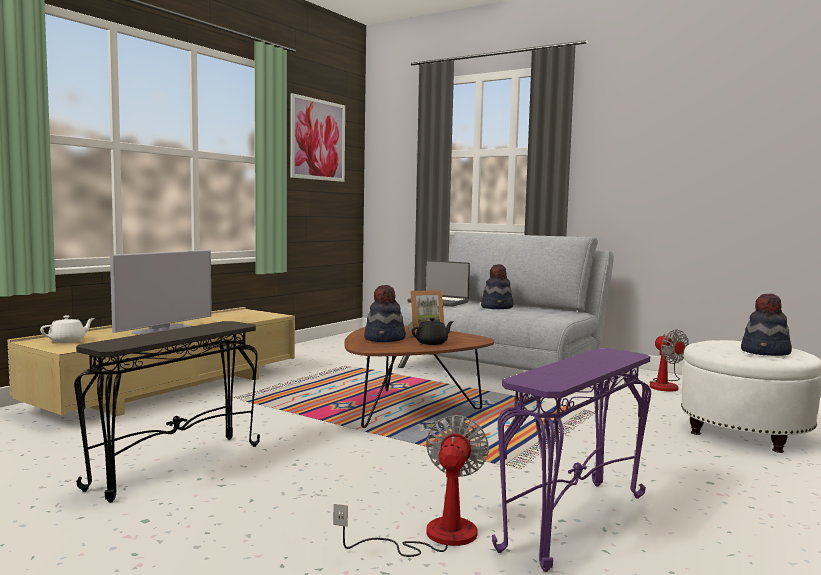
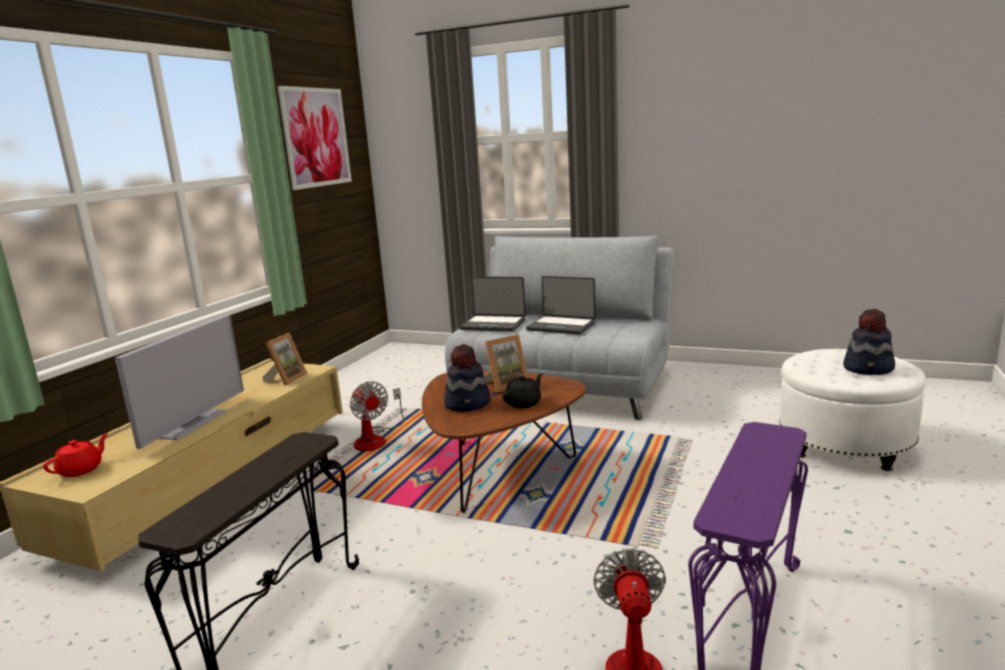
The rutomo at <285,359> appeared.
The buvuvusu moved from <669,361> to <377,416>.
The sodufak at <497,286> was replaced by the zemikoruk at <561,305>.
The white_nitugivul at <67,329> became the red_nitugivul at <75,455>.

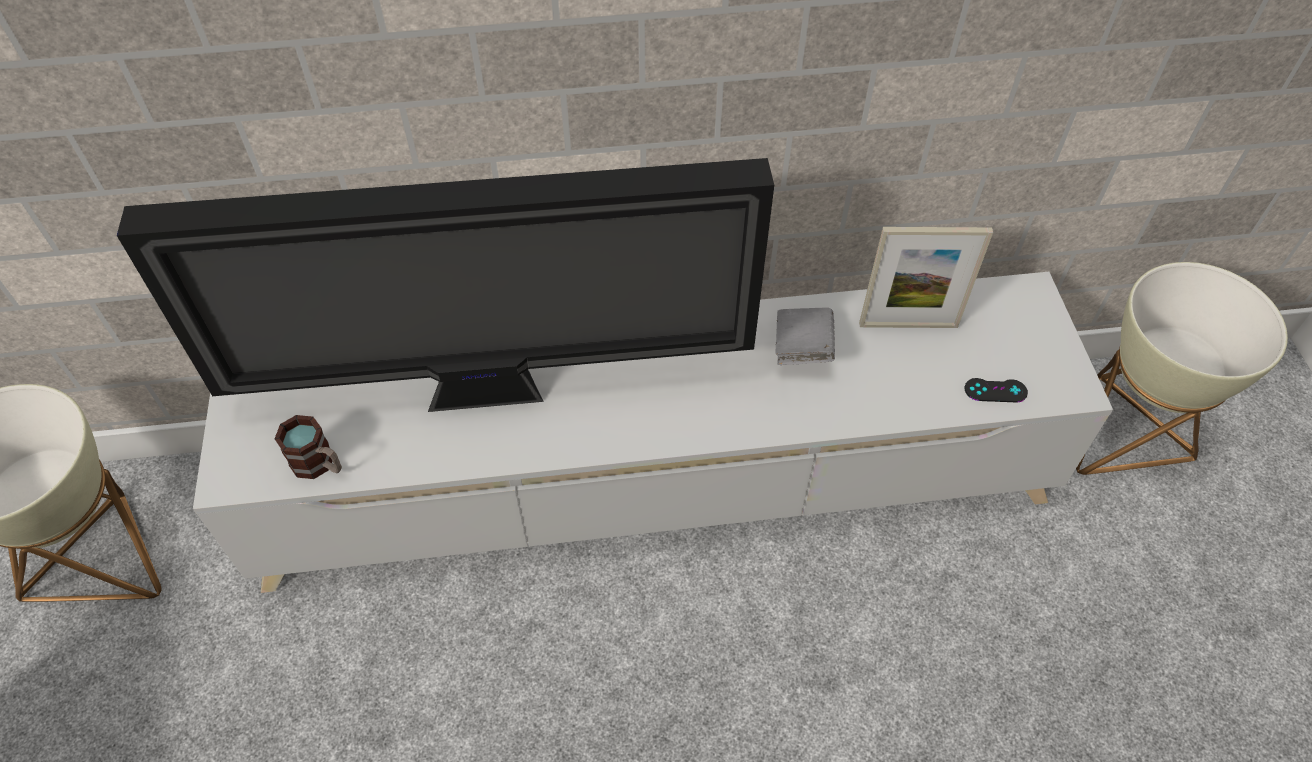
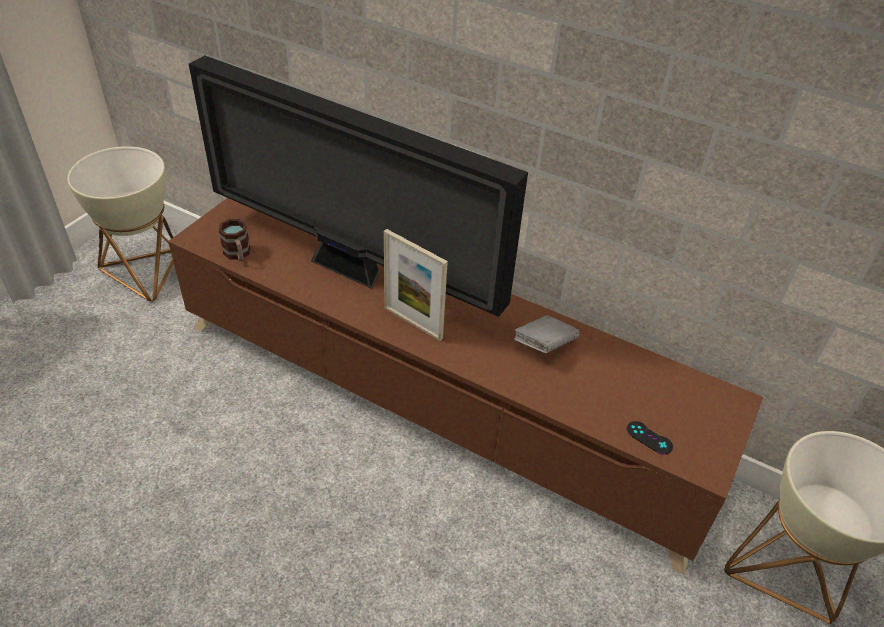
The rutomo moved from <926,277> to <416,285>.
The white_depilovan at <653,432> became the brown_depilovan at <465,386>.

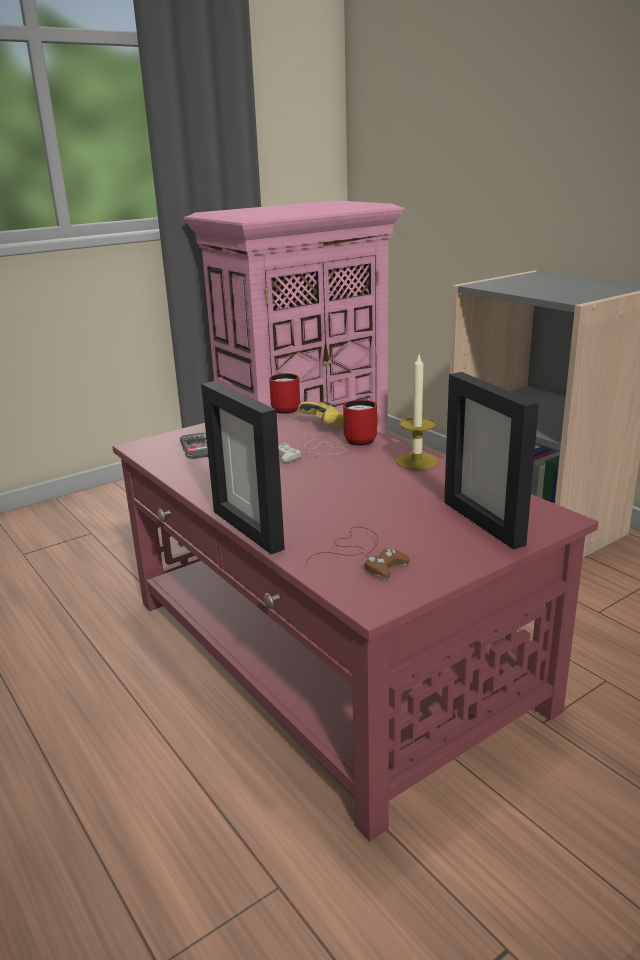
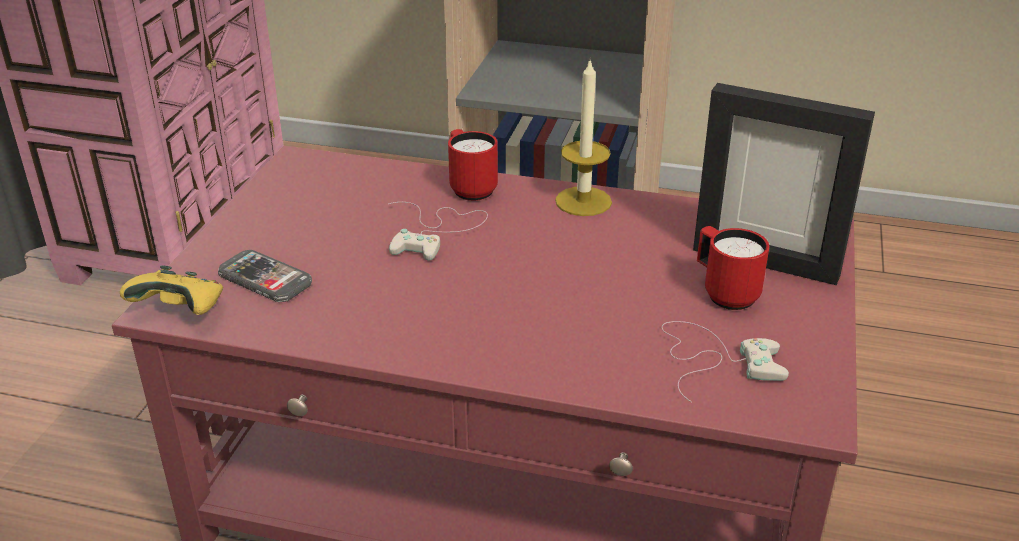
The rutomo at <243,467> disappeared.
The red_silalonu moved from <284,393> to <733,268>.
The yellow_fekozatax moved from <321,415> to <171,290>.
The brown_fekozatax at <358,552> became the white_fekozatax at <725,361>.

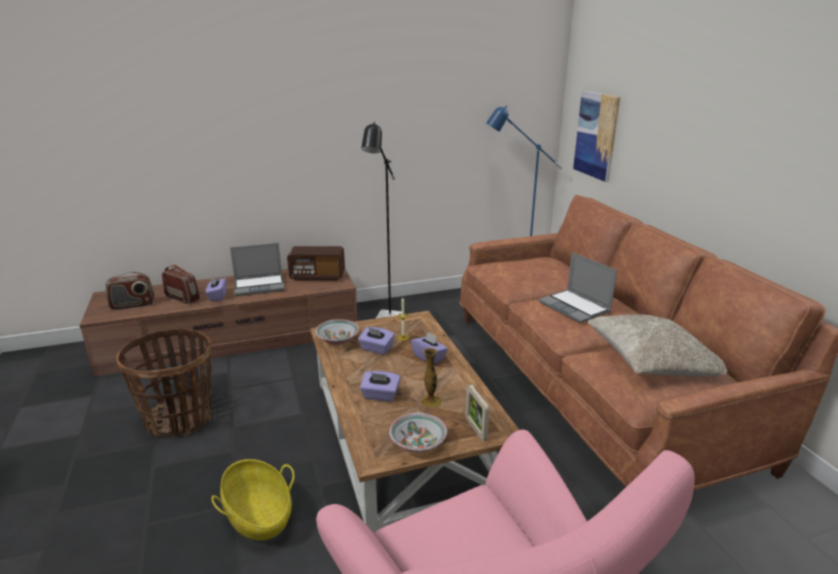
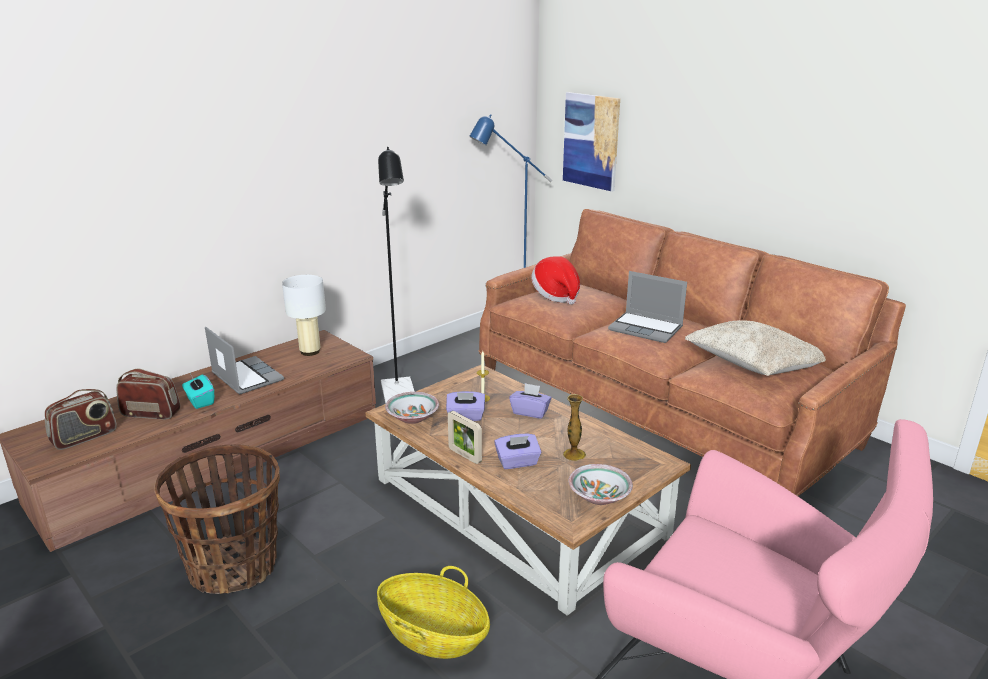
The sodufak at <555,280> appeared.
The rutomo moved from <477,412> to <465,437>.
The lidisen at <316,263> was replaced by the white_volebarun at <304,315>.
The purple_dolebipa at <216,288> became the turquoise_dolebipa at <198,392>.
The zemikoruk at <257,269> turned 90 degrees counterclockwise.

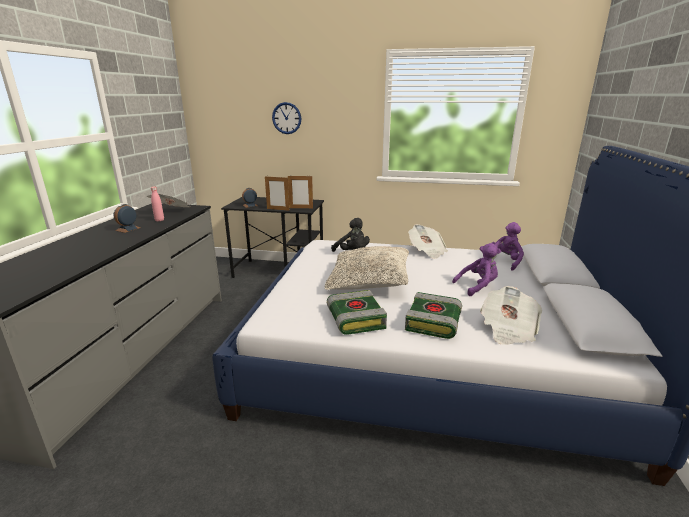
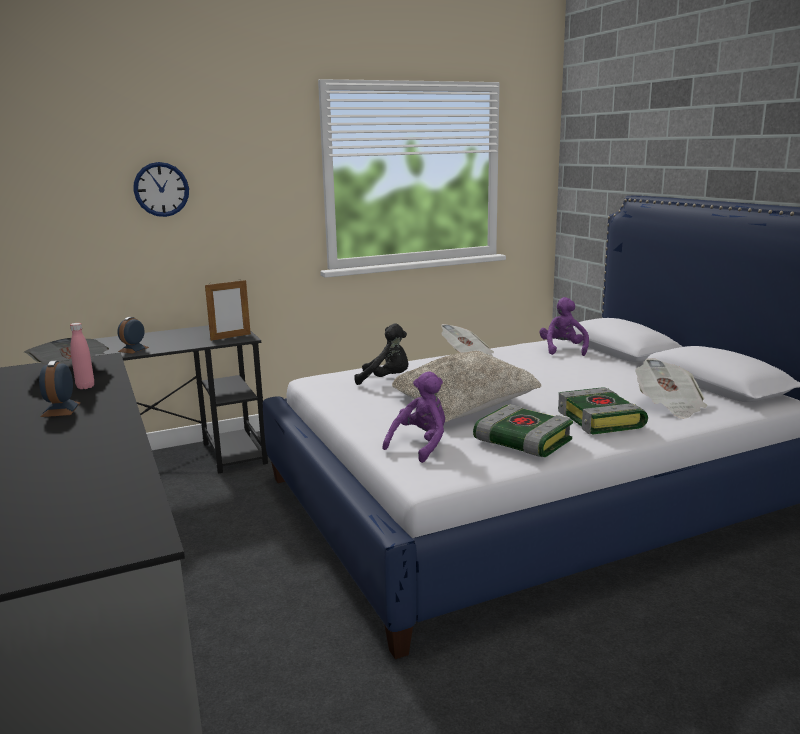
The rutomo at <277,193> disappeared.
The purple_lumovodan moved from <476,269> to <414,417>.

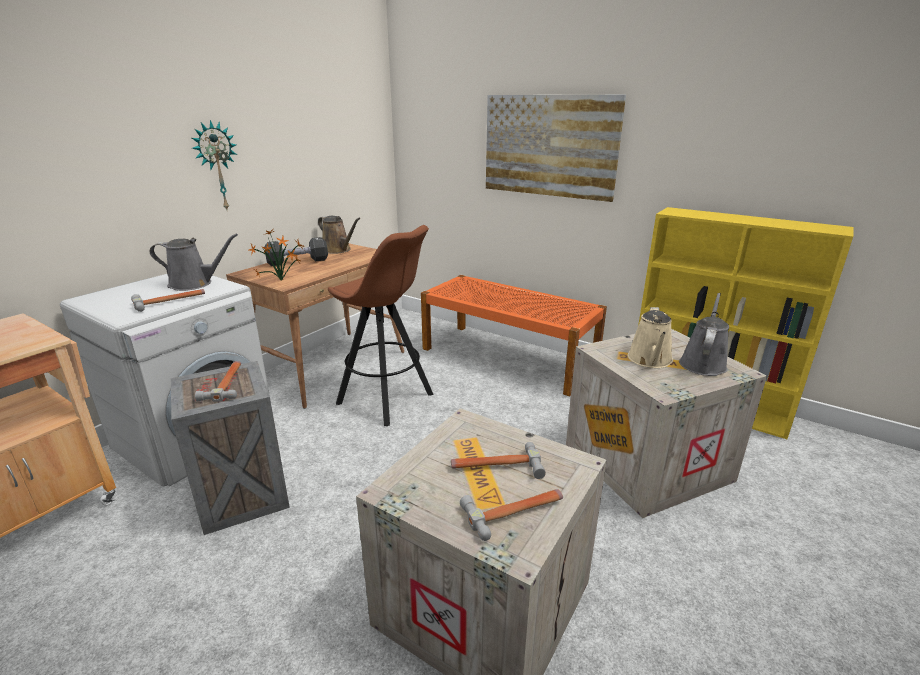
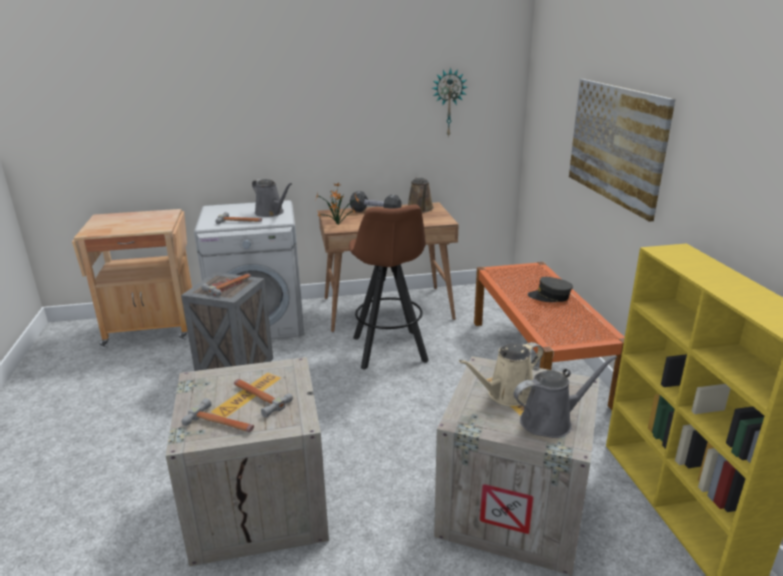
The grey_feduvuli at <550,289> appeared.
The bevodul moved from <214,164> to <450,103>.

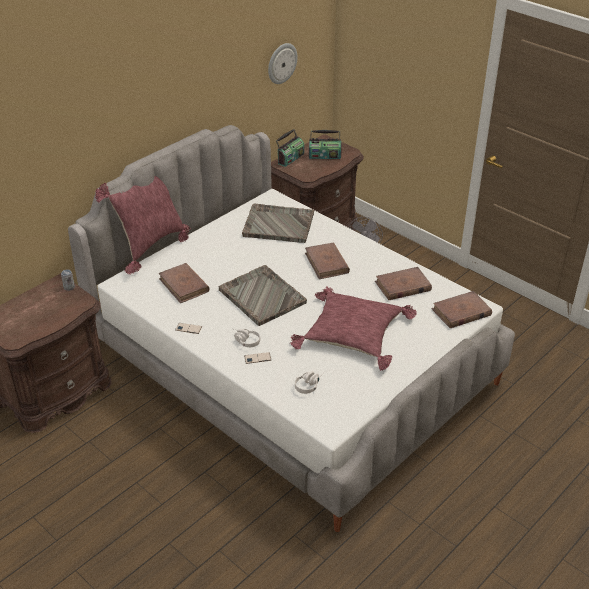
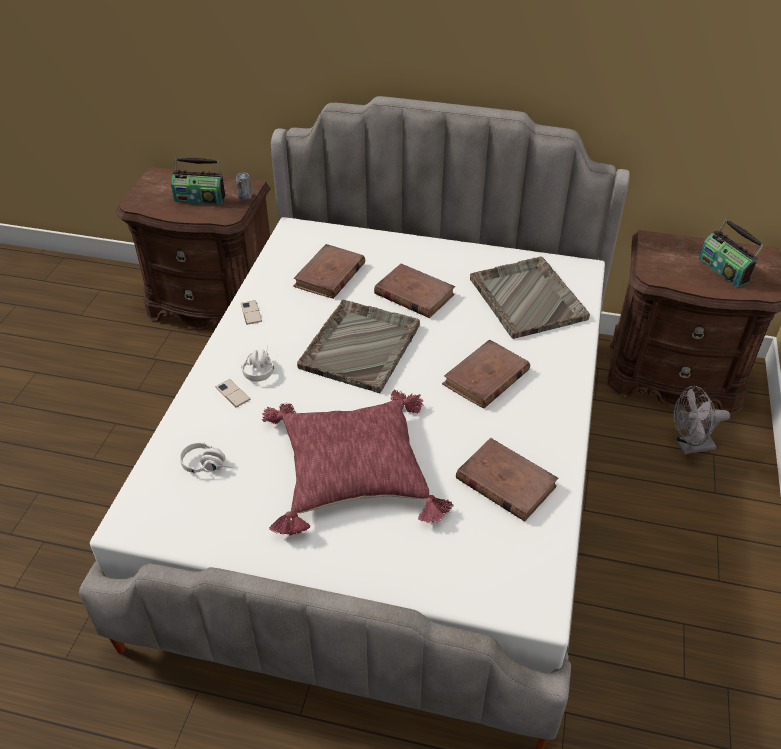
The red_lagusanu at <143,225> disappeared.
The bevodul at <283,63> disappeared.
The lidisen moved from <290,148> to <198,181>.
The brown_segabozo moved from <461,309> to <414,291>.

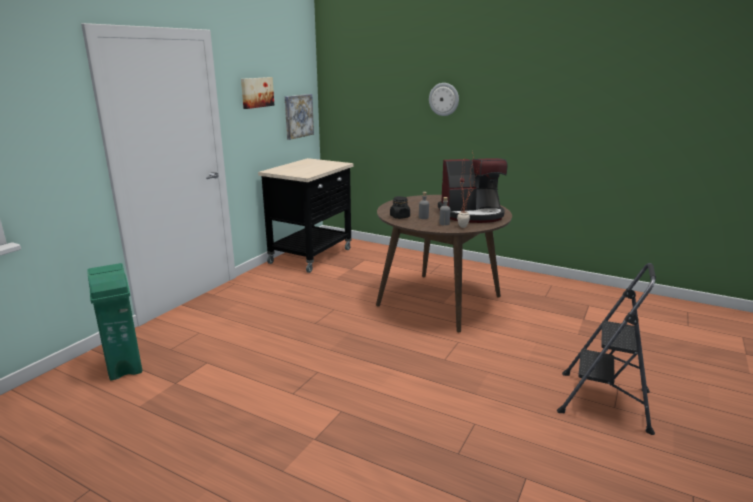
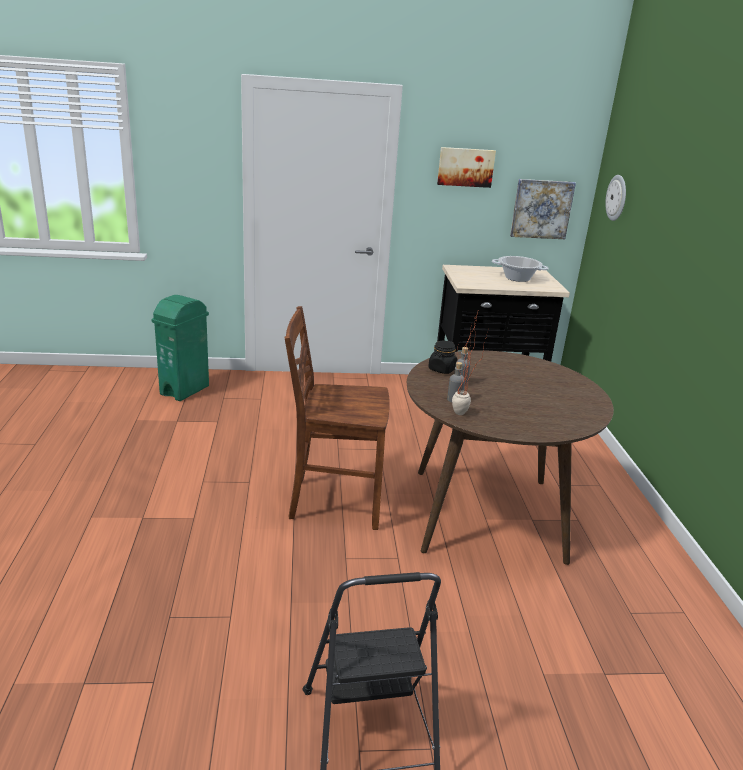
The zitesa at <472,190> disappeared.
The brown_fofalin at <337,418> appeared.
The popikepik at <520,269> appeared.
The bevodul moved from <444,99> to <615,198>.

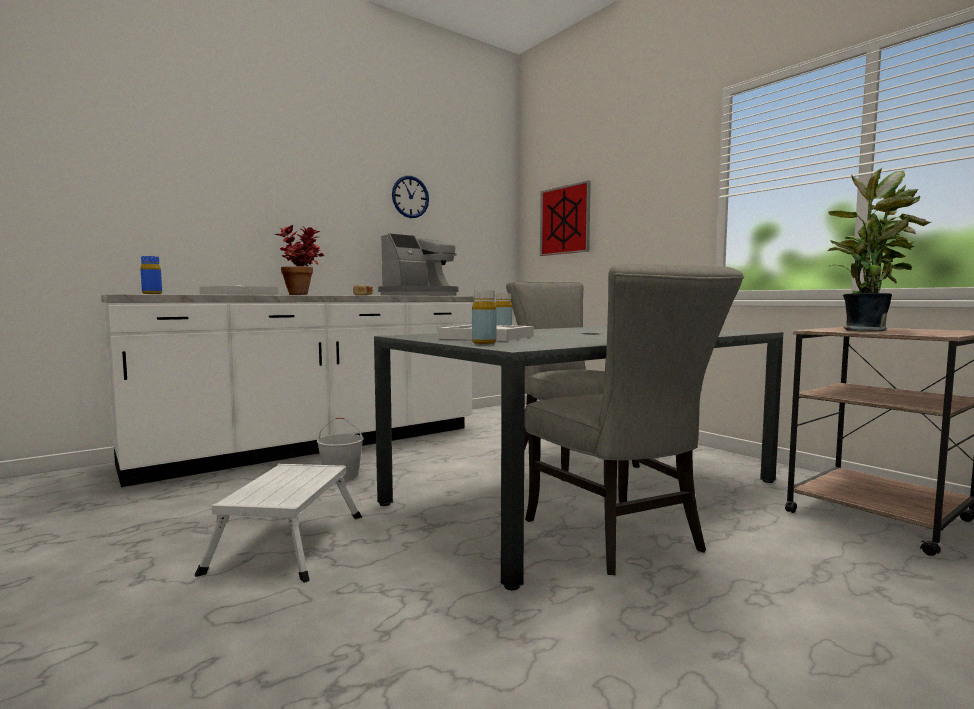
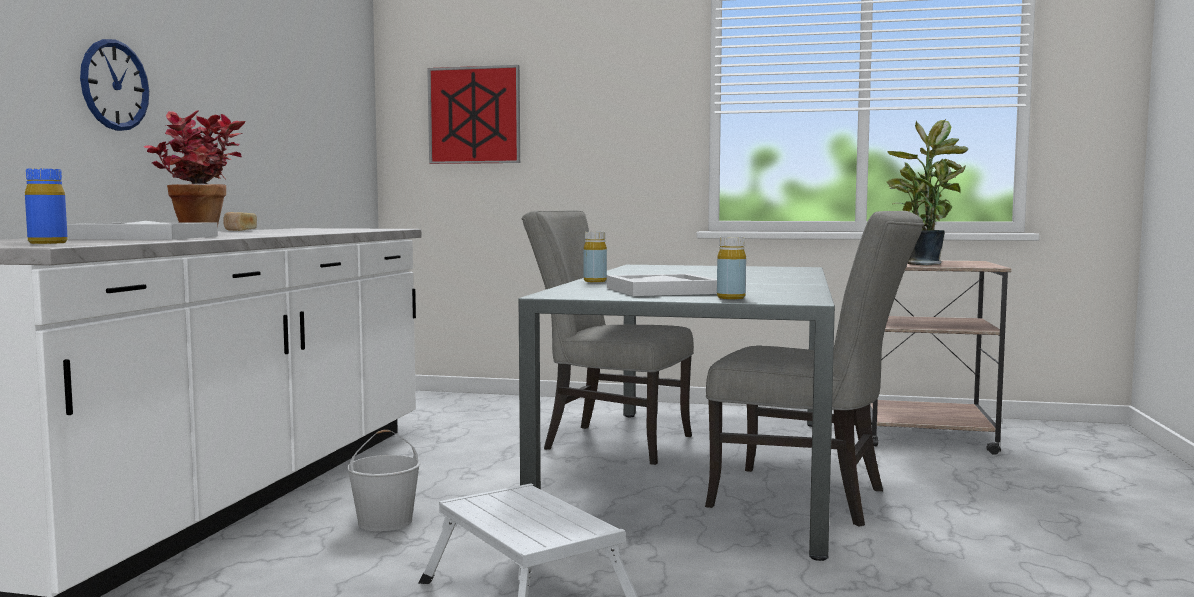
The zitesa at <418,264> disappeared.
The bevodul moved from <410,197> to <114,85>.

